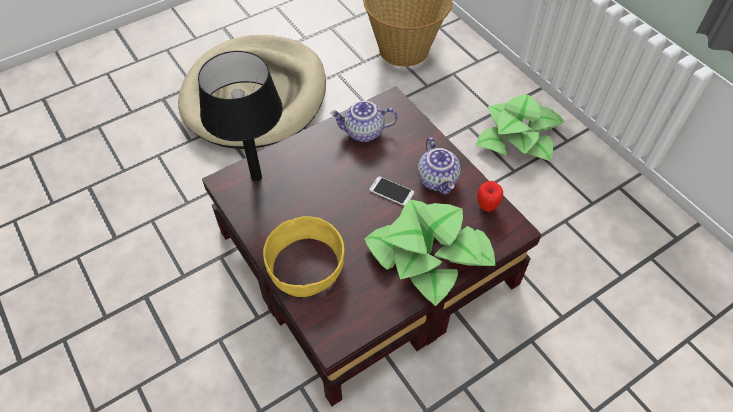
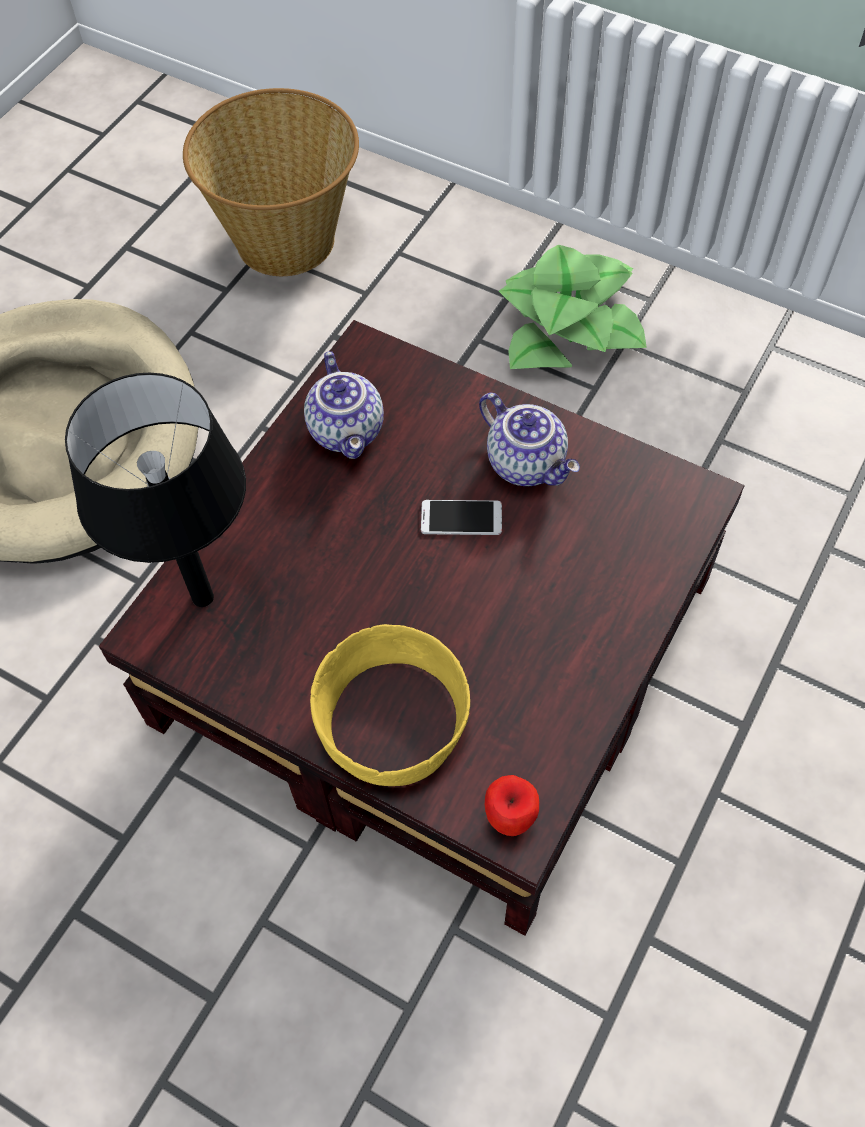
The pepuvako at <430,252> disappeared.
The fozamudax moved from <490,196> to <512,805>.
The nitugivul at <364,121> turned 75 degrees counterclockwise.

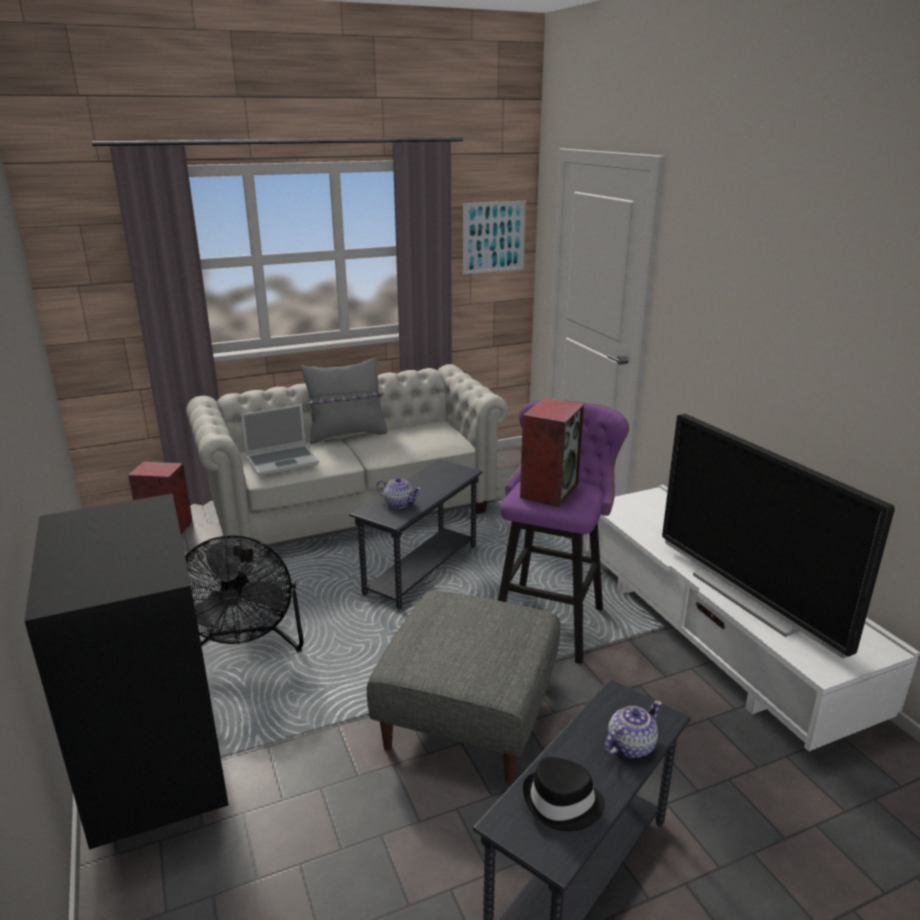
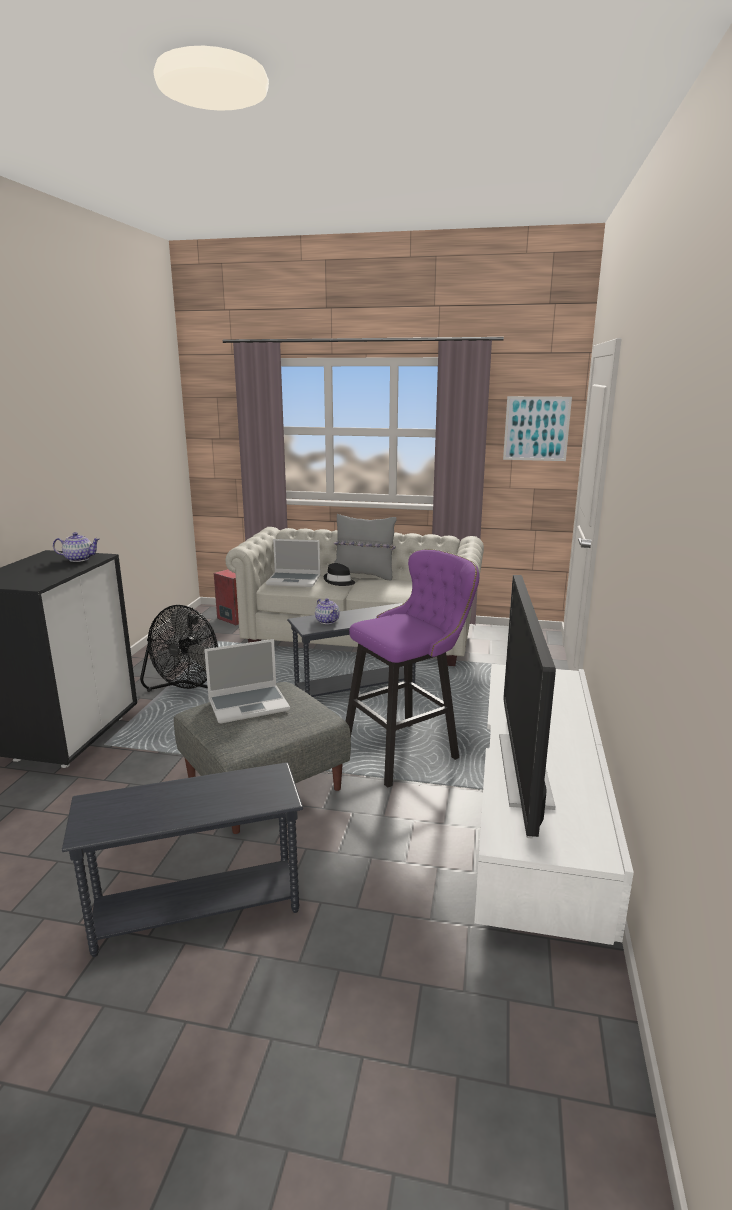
The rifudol at <552,452> disappeared.
The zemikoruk at <247,681> appeared.
The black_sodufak moved from <564,794> to <339,574>.
The nitugivul moved from <633,729> to <76,547>.

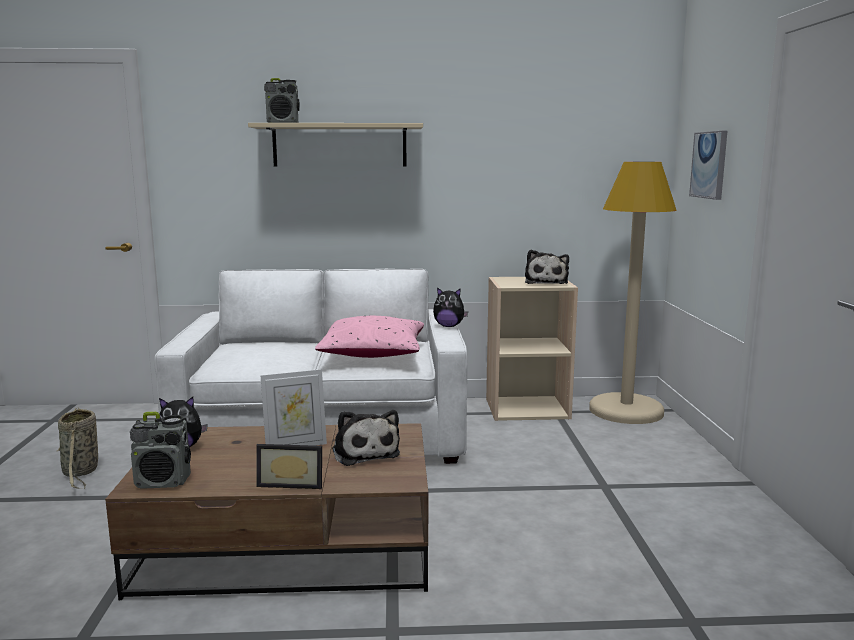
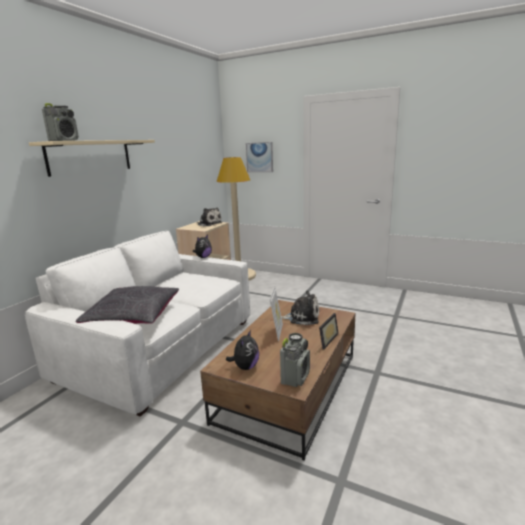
The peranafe at <77,448> disappeared.
The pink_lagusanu at <369,337> disappeared.
The black_lagusanu at <127,305> appeared.

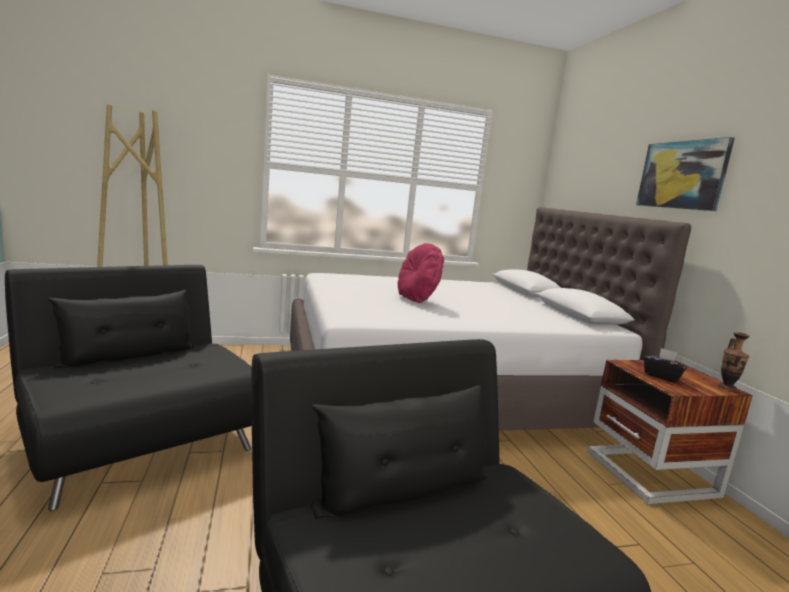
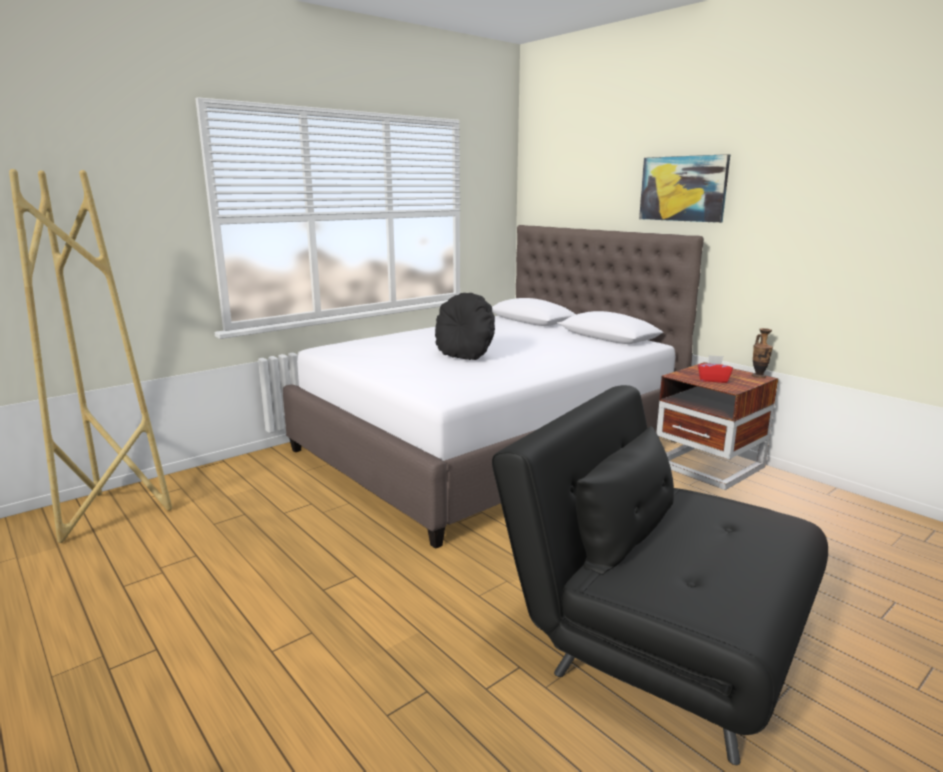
The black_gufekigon at <128,388> disappeared.
The pink_lagusanu at <420,273> became the black_lagusanu at <465,326>.
The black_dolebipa at <665,365> became the red_dolebipa at <715,369>.

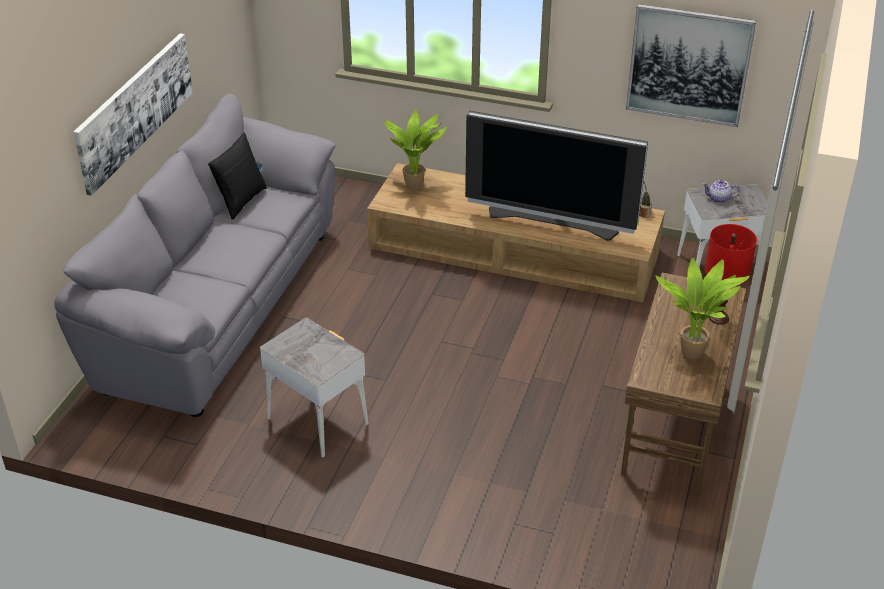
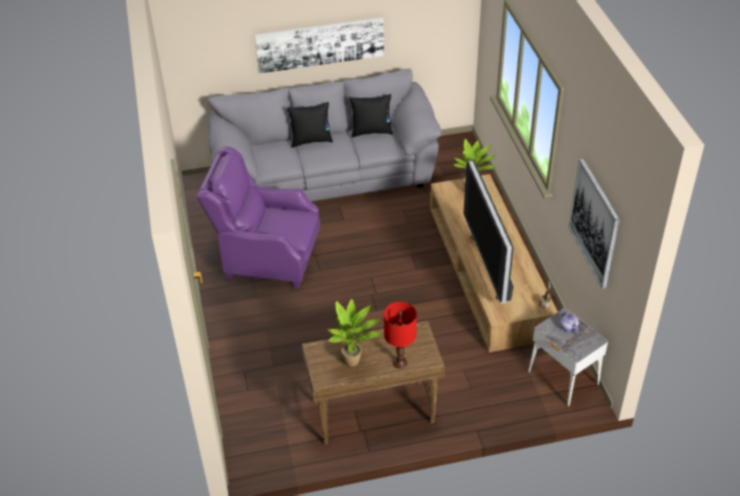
The black_lagusanu at <310,125> appeared.
The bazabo at <314,388> was replaced by the purple_gufekigon at <258,217>.

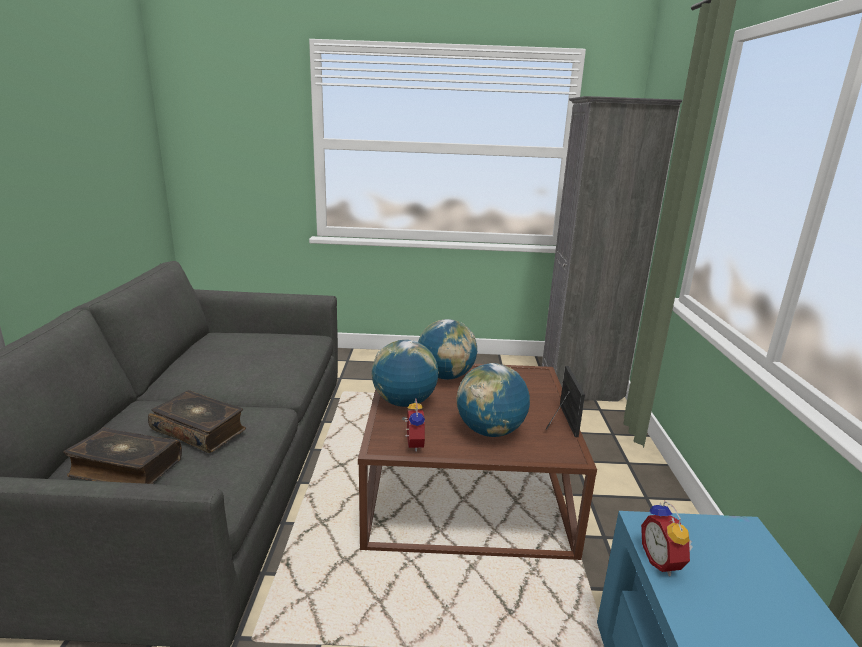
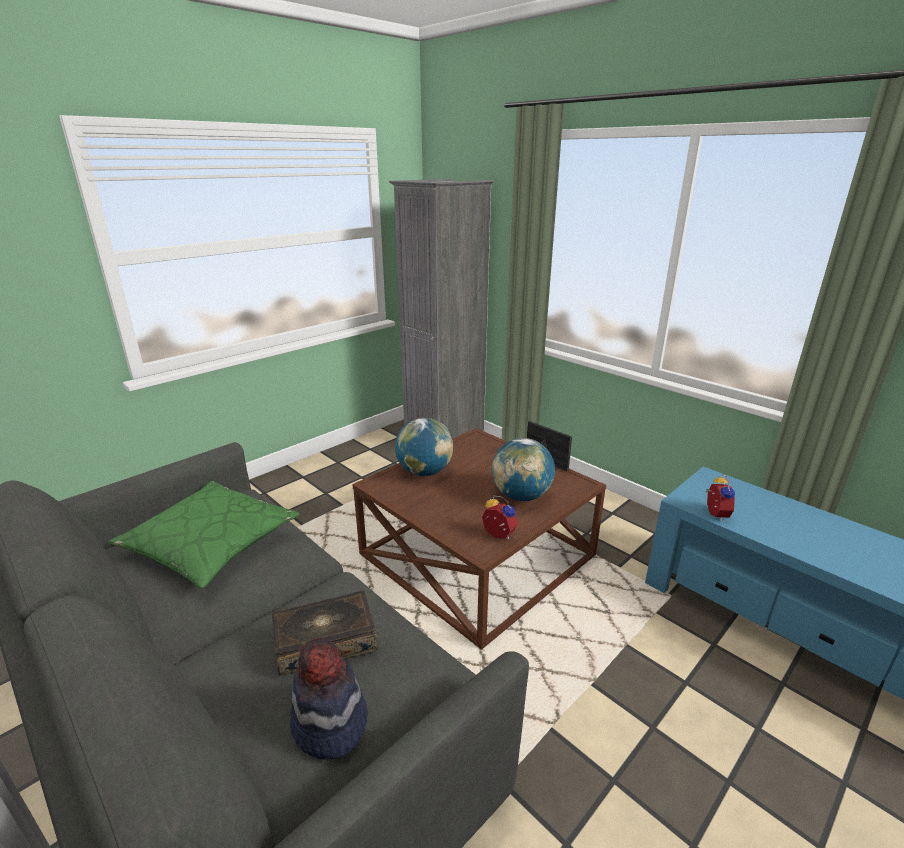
The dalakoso at <405,373> disappeared.
The green_lagusanu at <204,535> appeared.
The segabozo at <122,456> was replaced by the sodufak at <328,698>.
The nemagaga at <667,538> turned 120 degrees counterclockwise.

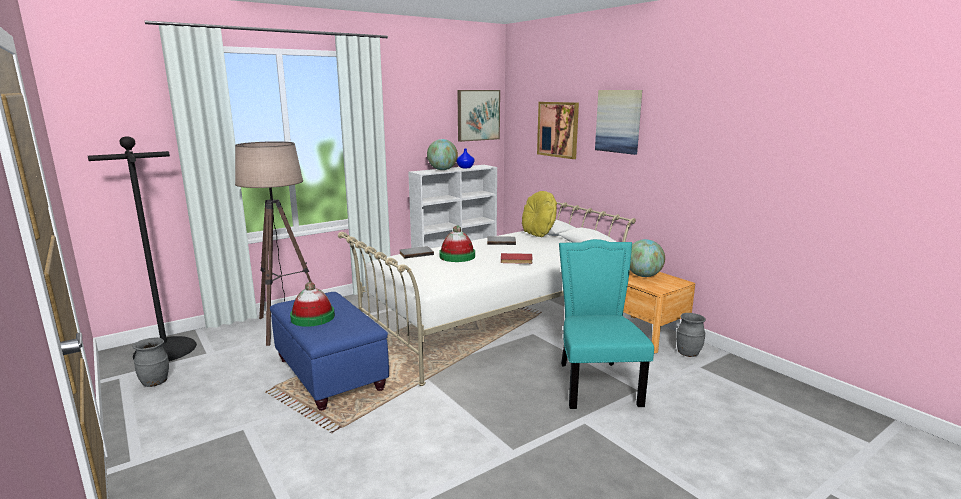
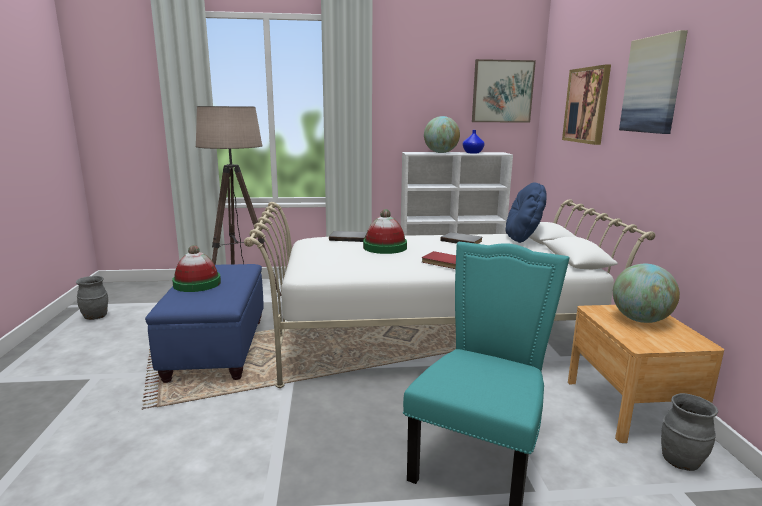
The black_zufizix at <142,248> disappeared.
The yellow_lagusanu at <539,214> became the blue_lagusanu at <526,213>.

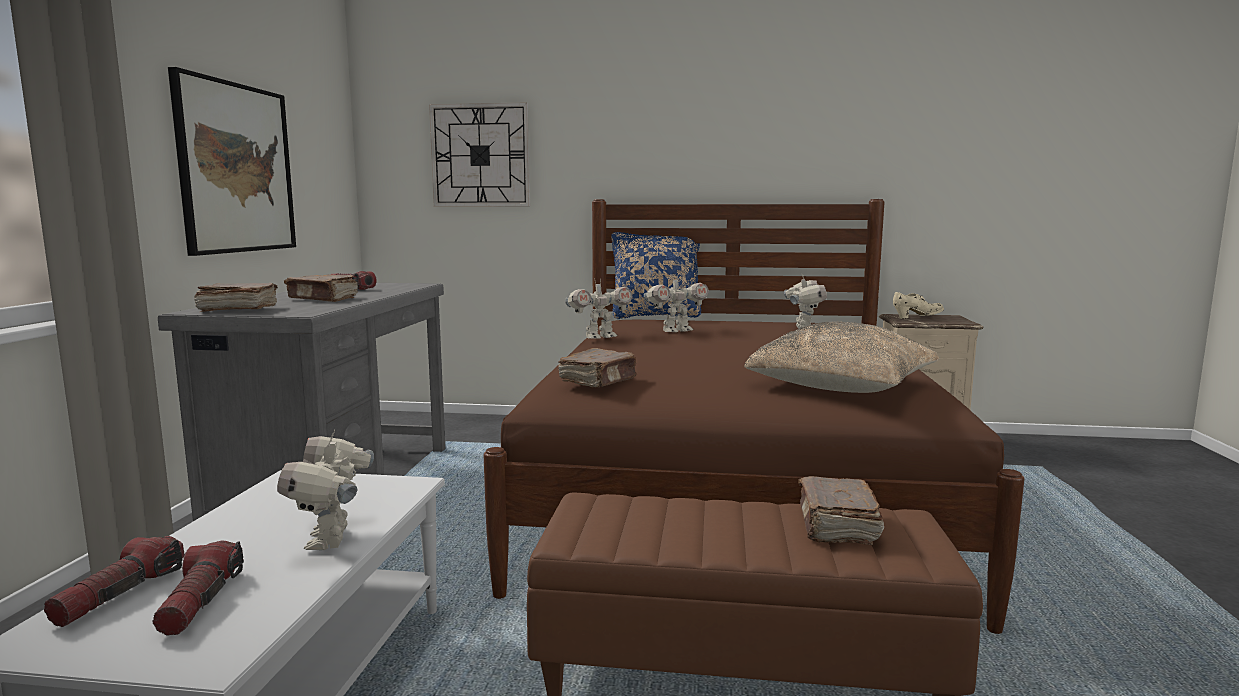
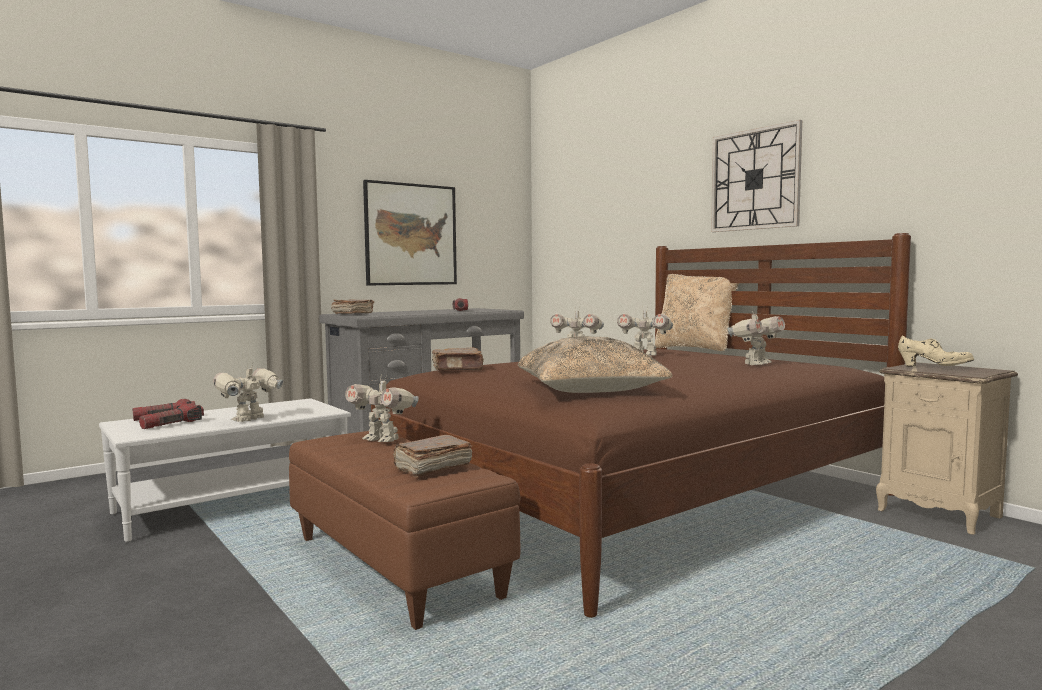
The brown_segabozo at <321,288> disappeared.
The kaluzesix at <382,408> appeared.
The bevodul moved from <479,154> to <756,176>.
The blue_lagusanu at <656,275> became the beige_lagusanu at <697,312>.

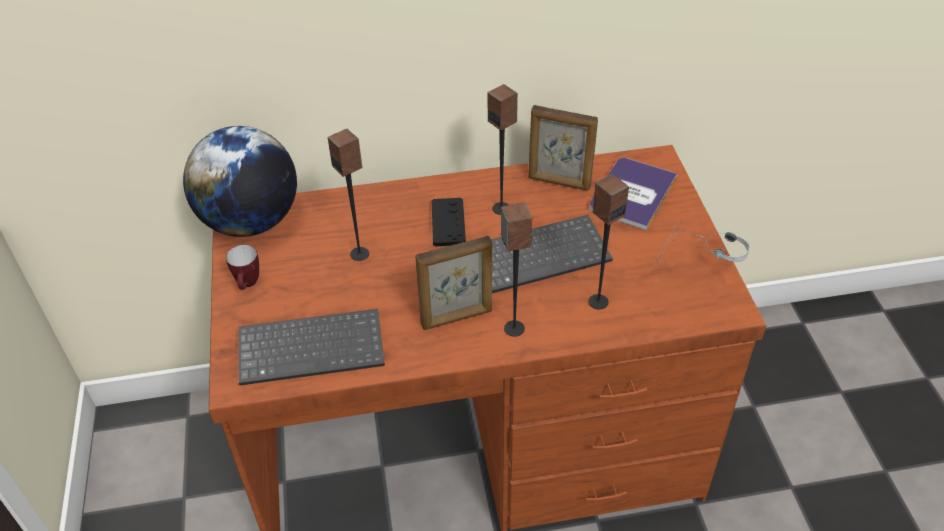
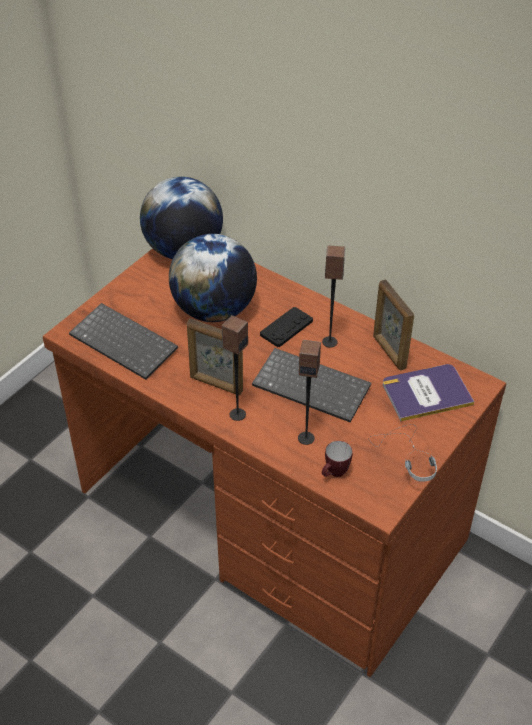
The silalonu moved from <242,267> to <337,459>.
The rifudol at <348,195> was replaced by the dalakoso at <213,278>.

